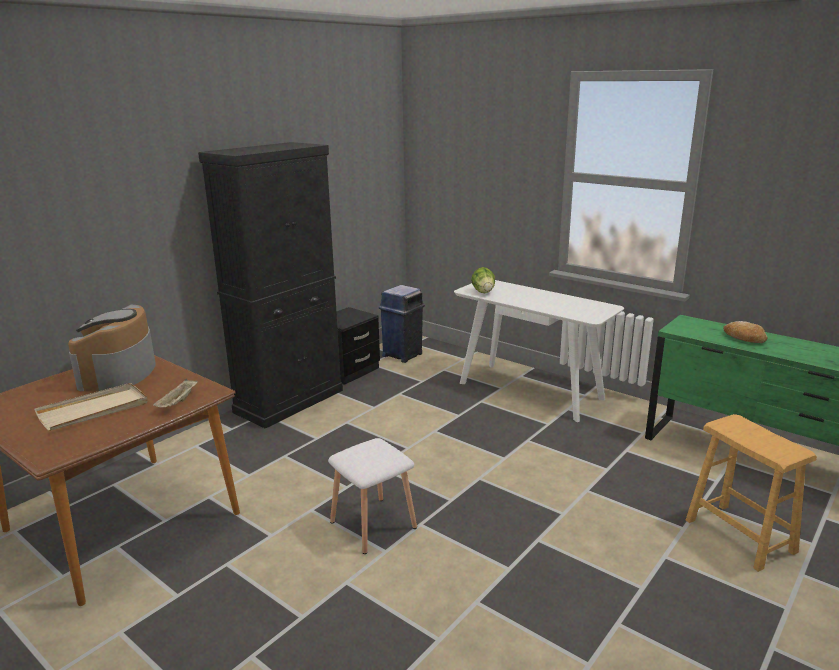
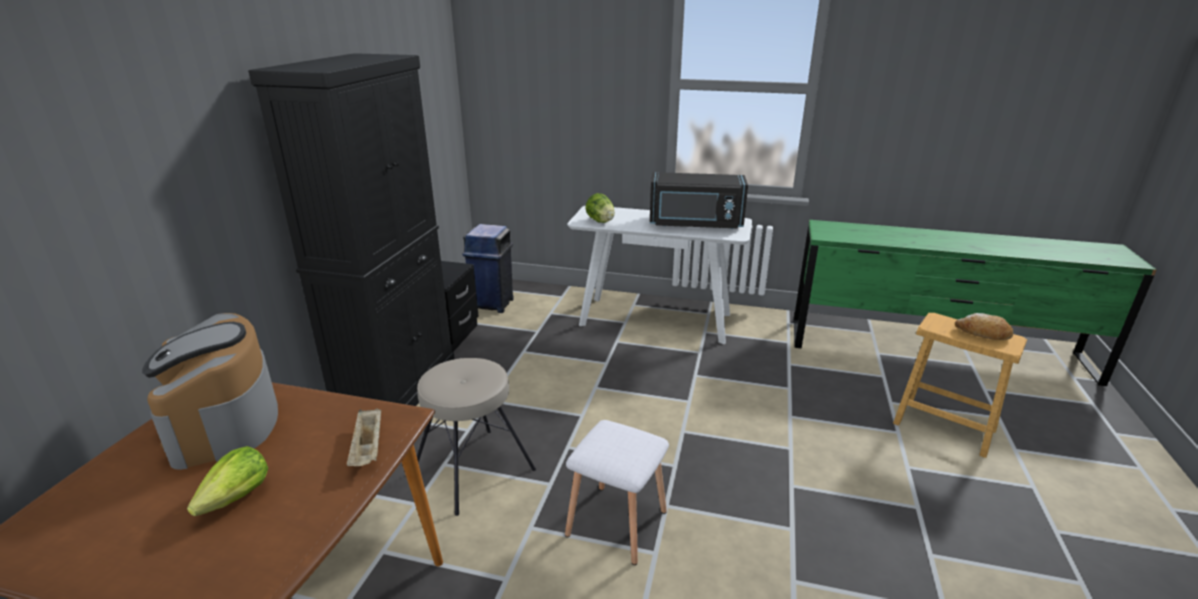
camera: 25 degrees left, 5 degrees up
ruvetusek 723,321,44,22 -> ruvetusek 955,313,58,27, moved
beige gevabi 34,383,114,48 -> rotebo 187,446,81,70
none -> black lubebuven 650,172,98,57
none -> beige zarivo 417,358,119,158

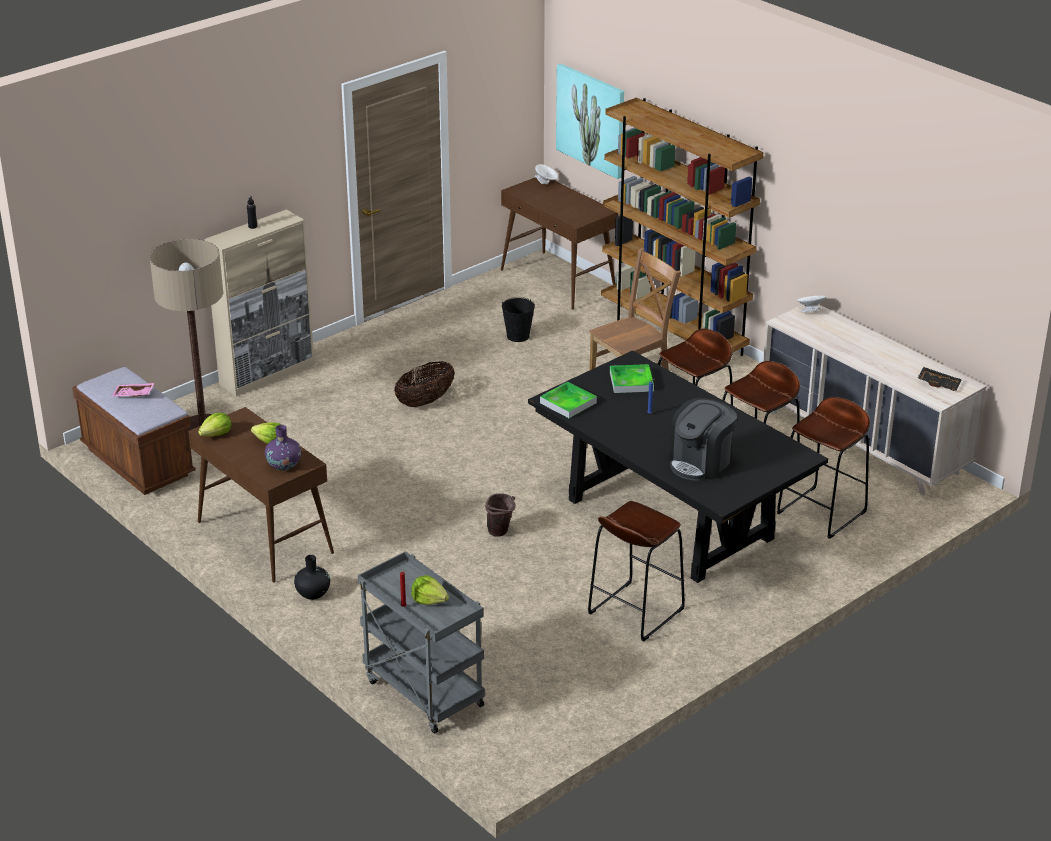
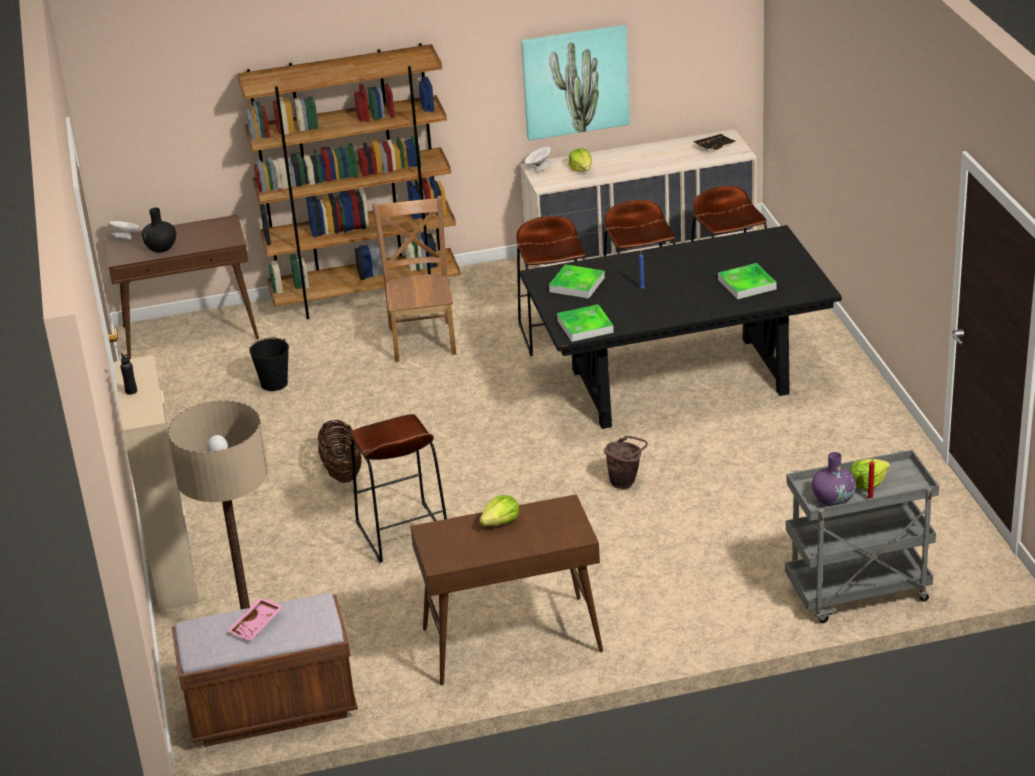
camera: 60 degrees left, 0 degrees up
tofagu 556,64,68,115 -> tofagu 521,25,109,116, moved
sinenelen 670,398,67,83 -> gevabi 718,263,59,37
rotebo 198,413,33,23 -> rotebo 568,149,24,23, moved
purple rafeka 265,425,36,46 -> purple rafeka 812,452,44,54, moved
brown zarivo 588,501,97,140 -> brown zarivo 351,414,96,149, moved
black rafeka 294,555,36,45 -> black rafeka 141,208,35,45, moved

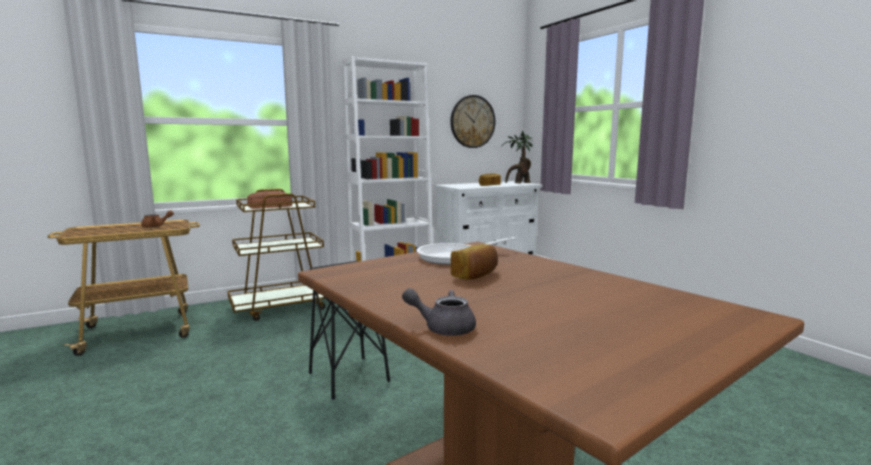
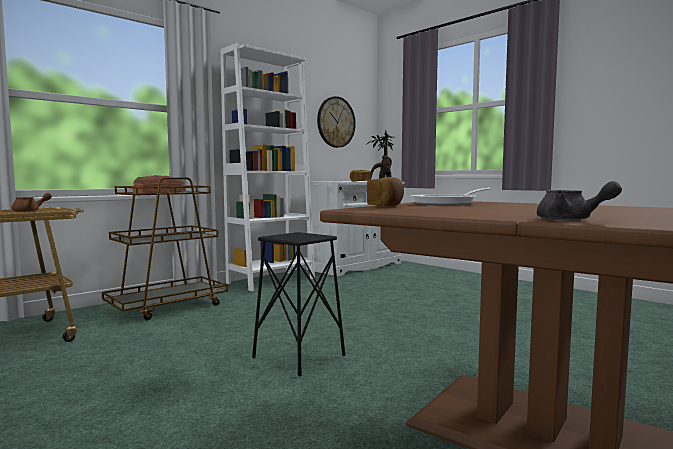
camera: 15 degrees left, 5 degrees down
ruvetusek 451,244,47,36 -> ruvetusek 367,177,37,30, moved
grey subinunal 402,288,74,48 -> grey subinunal 537,181,85,40, 135 degrees counterclockwise

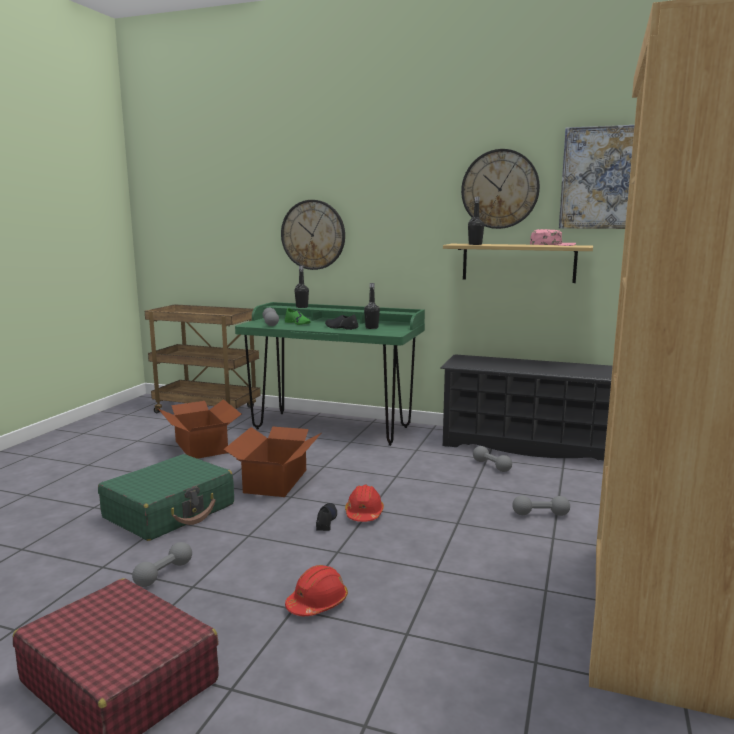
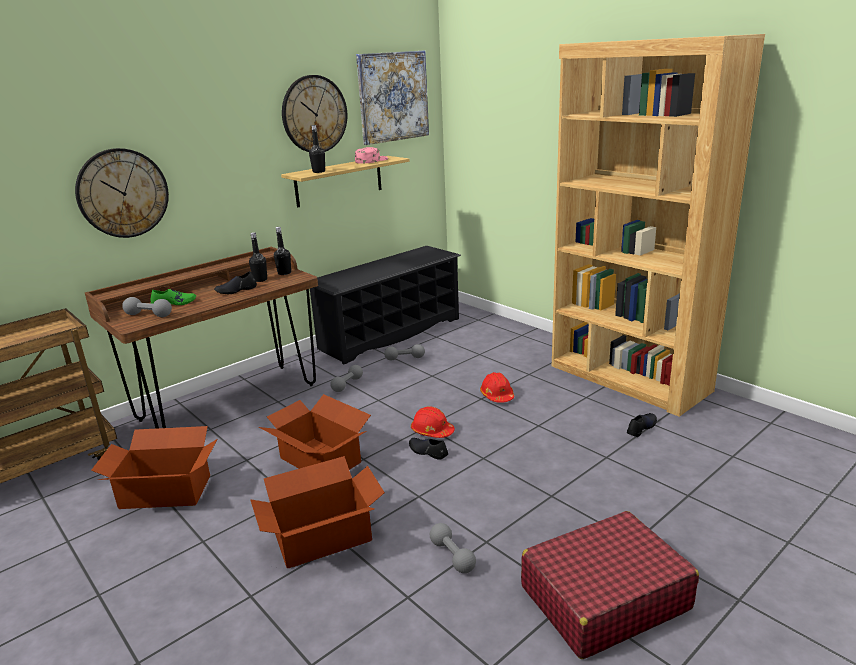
camera: 60 degrees left, 10 degrees up
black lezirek 295,266,14,42 -> black lezirek 274,227,17,48, moved
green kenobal 235,302,190,144 -> brown kenobal 85,247,233,182
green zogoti 98,454,136,87 -> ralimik 250,456,135,112
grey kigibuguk 512,496,58,20 -> grey kigibuguk 330,365,33,27, moved
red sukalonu 285,565,63,51 -> red sukalonu 480,372,34,31, moved
none -> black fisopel 627,413,30,24

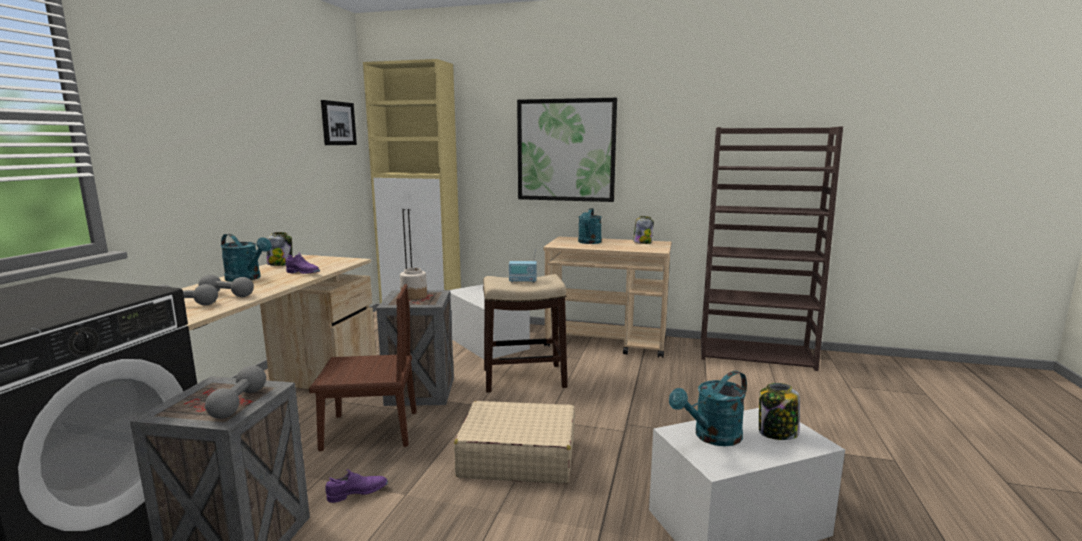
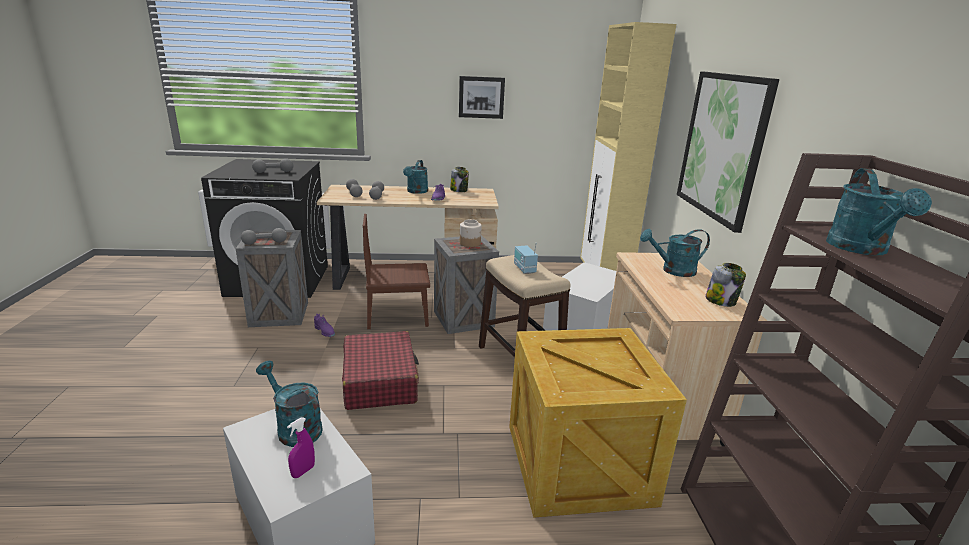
camera: 70 degrees right, 10 degrees up
tofagu 321,100,36,45 -> tofagu 459,76,46,43, moved
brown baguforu 309,284,108,167 -> brown baguforu 363,214,67,115, 105 degrees clockwise
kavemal 759,383,41,57 -> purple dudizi 287,418,28,60
beige zogoti 454,401,121,83 -> red zogoti 342,331,77,79
none -> grey kigibuguk 252,159,41,14
none -> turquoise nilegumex 826,168,106,87
none -> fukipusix 509,328,178,190

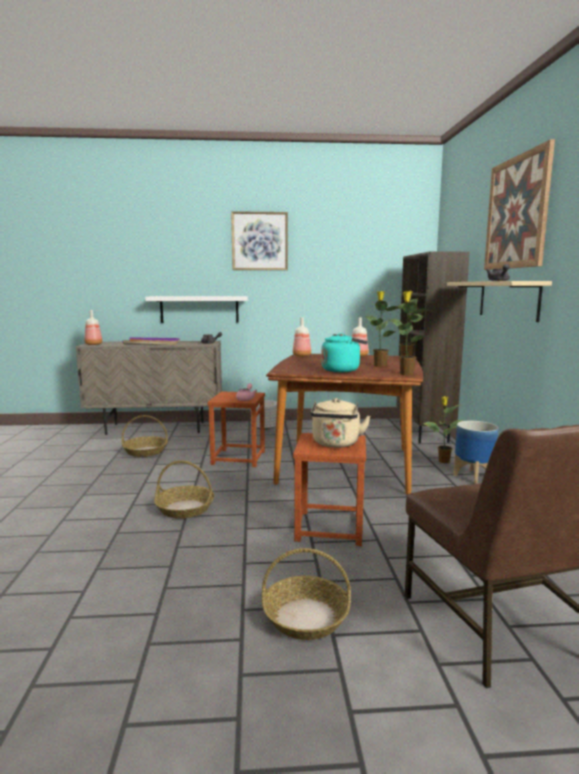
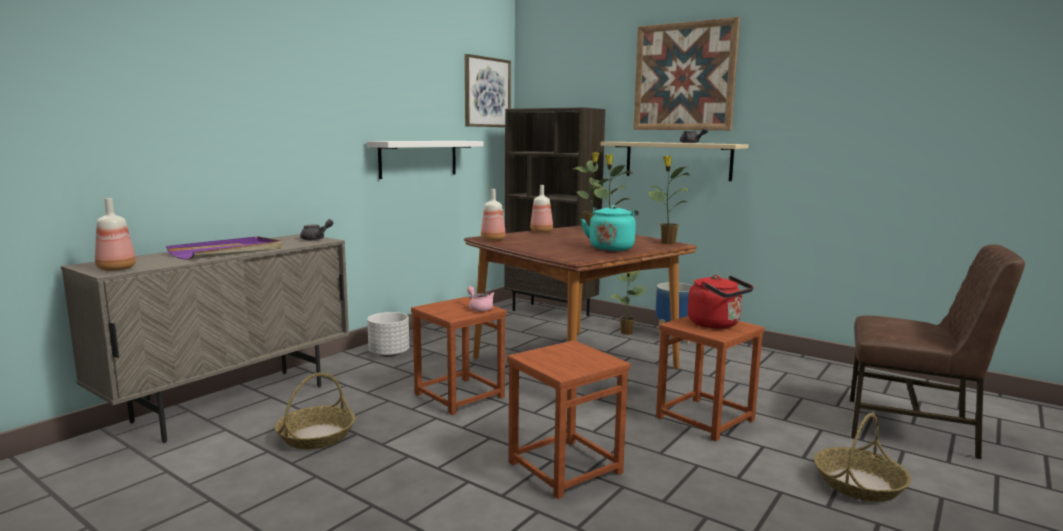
camera: 50 degrees left, 0 degrees up
tofagu 231,211,57,59 -> tofagu 465,54,46,73, moved
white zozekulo 145,296,103,27 -> white zozekulo 367,141,116,38, moved
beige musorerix 310,398,61,50 -> red musorerix 688,275,66,54
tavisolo 154,460,60,59 -> brown zarivo 507,340,123,159

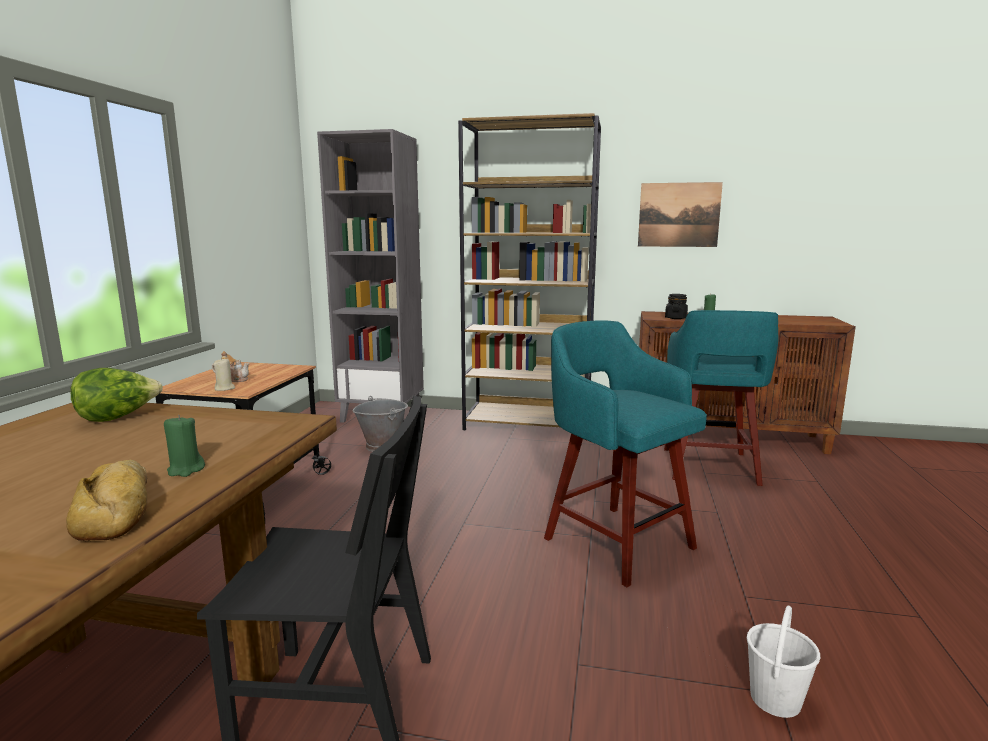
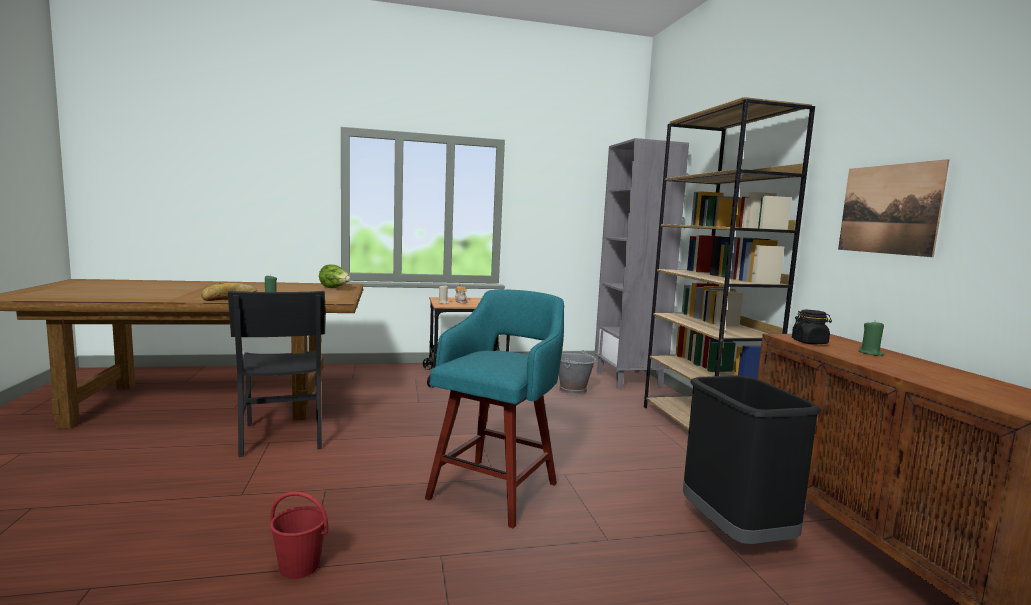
camera: 65 degrees right, 5 degrees down
turquoise zarivo 664,310,115,176 -> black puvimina 683,376,139,168
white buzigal 747,606,73,112 -> red buzigal 270,491,58,88

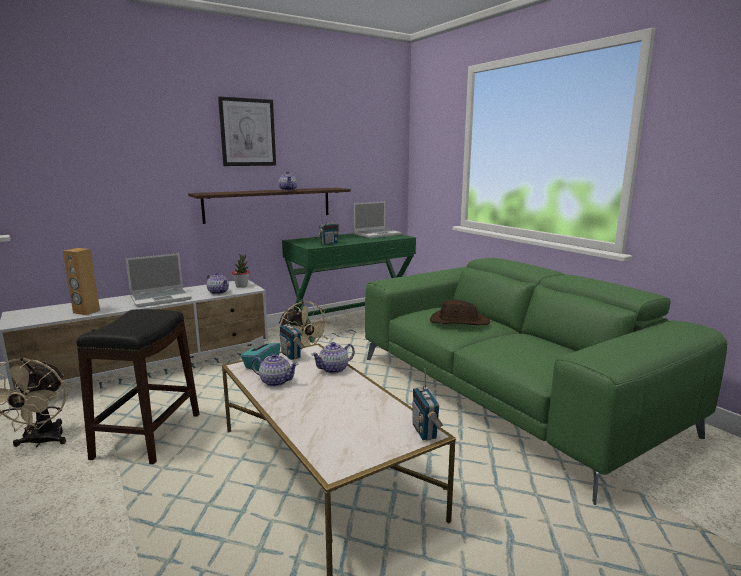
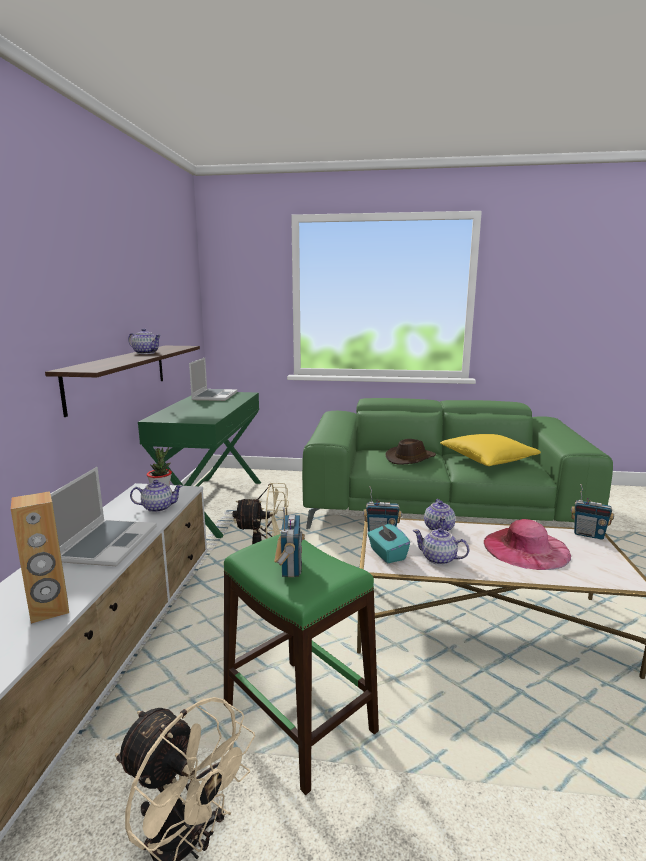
camera: 50 degrees left, 0 degrees up
tofagu 218,96,58,70 -> none
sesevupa 318,215,21,30 -> sesevupa 274,507,31,70, moved
black zarivo 77,309,123,155 -> green zarivo 224,534,155,261
subinunal 252,353,46,34 -> subinunal 413,528,56,37, 120 degrees counterclockwise
none -> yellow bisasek 440,434,101,32
none -> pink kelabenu 484,519,87,51

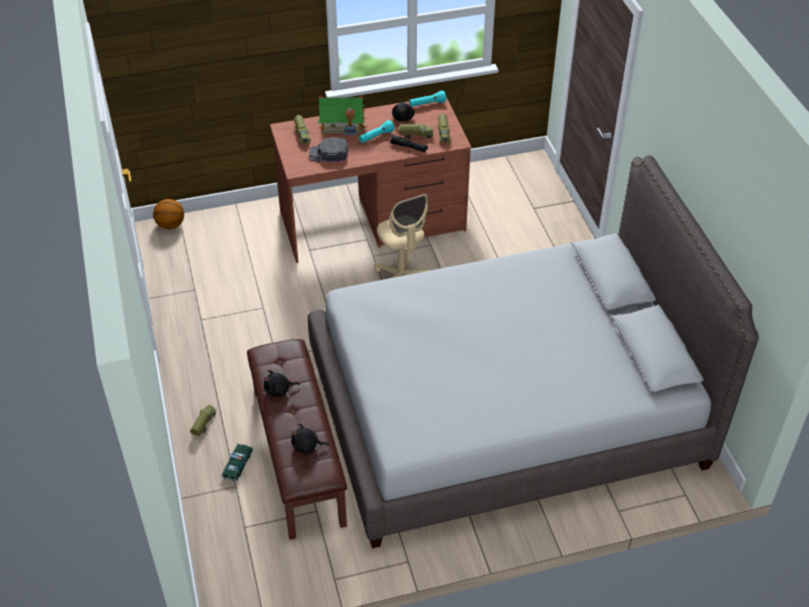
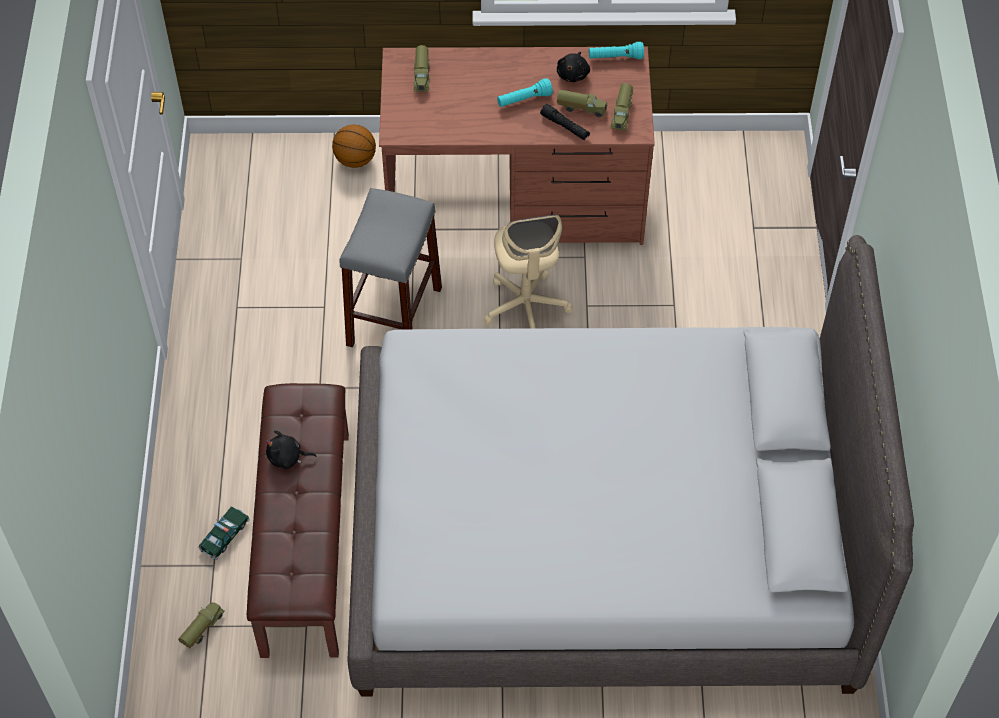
camera: 15 degrees right, 10 degrees up
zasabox 318,95,47,40 -> none
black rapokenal 309,137,39,25 -> none
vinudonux 153,199,31,30 -> vinudonux 332,125,44,43, moved
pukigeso 190,405,27,31 -> pukigeso 178,602,47,46, moved
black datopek 291,424,38,30 -> none
none -> grey zarivo 339,188,103,159

